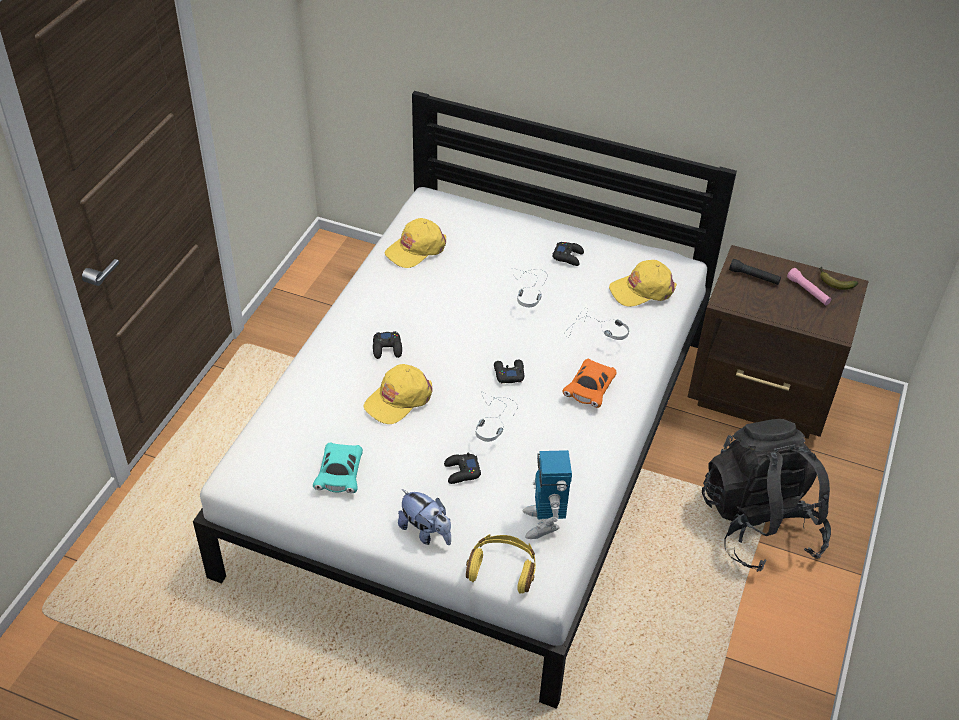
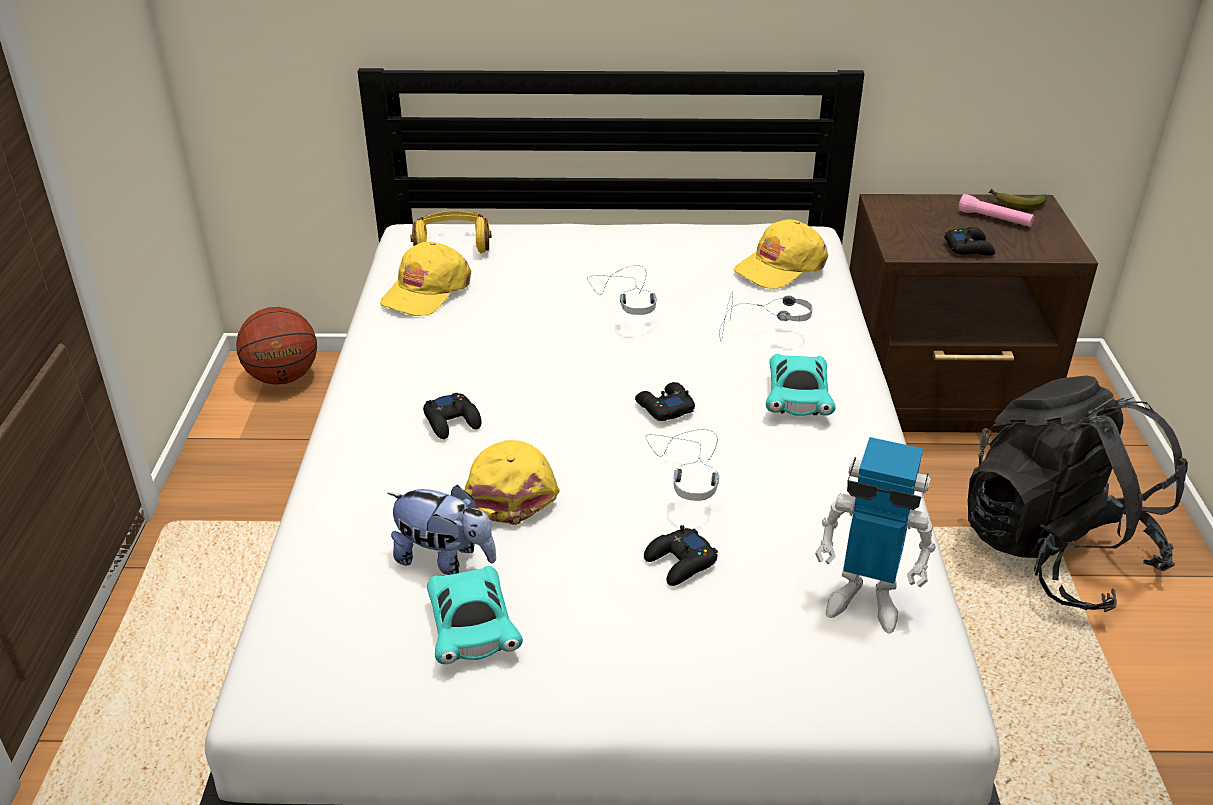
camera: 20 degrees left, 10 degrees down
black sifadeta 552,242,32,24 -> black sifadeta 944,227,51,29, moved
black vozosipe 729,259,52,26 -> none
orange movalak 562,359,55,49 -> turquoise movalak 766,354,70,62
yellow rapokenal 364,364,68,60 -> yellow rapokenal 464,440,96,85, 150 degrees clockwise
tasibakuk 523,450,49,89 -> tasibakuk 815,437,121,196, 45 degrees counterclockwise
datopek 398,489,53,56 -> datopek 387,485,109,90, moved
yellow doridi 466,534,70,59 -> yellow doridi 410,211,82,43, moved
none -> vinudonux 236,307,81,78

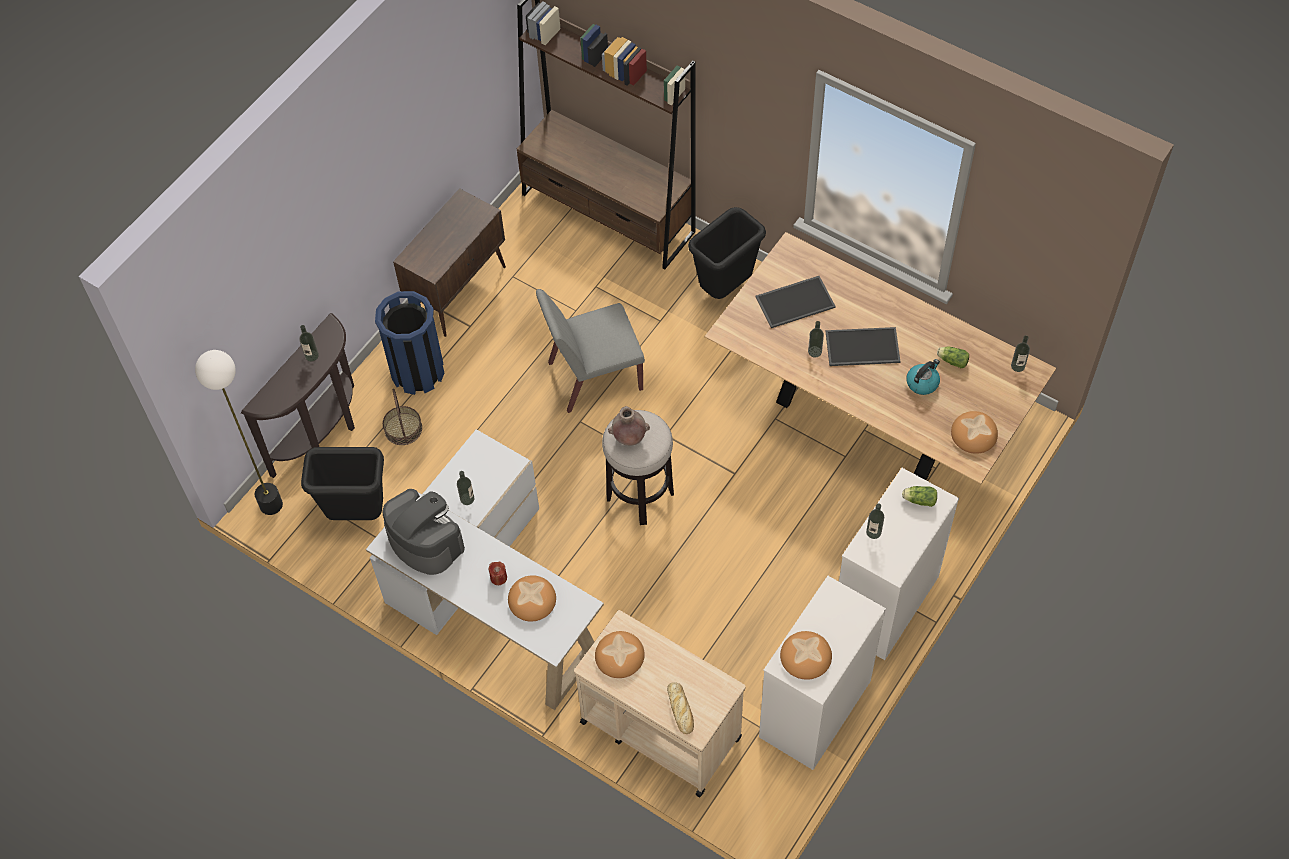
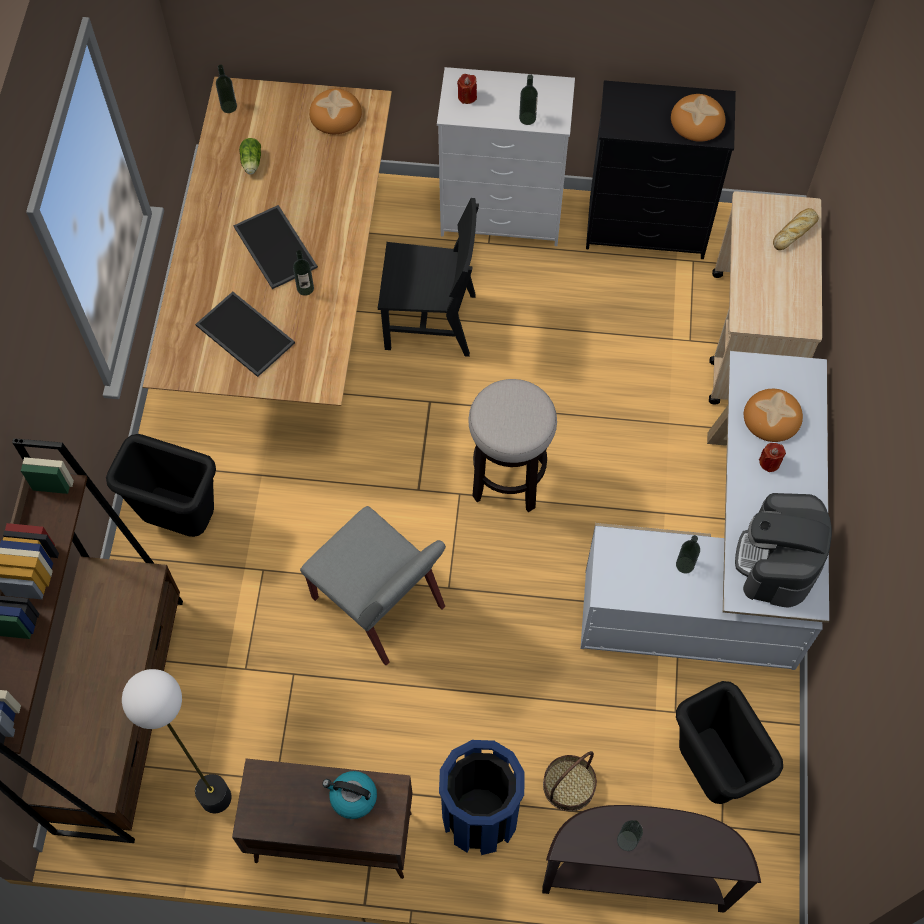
camera: 120 degrees left, 5 degrees up
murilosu 195,350,88,165 -> murilosu 122,669,110,144, moved
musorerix 906,359,34,36 -> musorerix 322,771,55,48, moved
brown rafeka 608,406,42,40 -> none
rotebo 902,486,35,21 -> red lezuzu 457,74,20,30
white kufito 759,576,127,194 -> black kufito 586,80,150,179
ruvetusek 595,631,50,47 -> none
none -> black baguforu 378,198,101,159

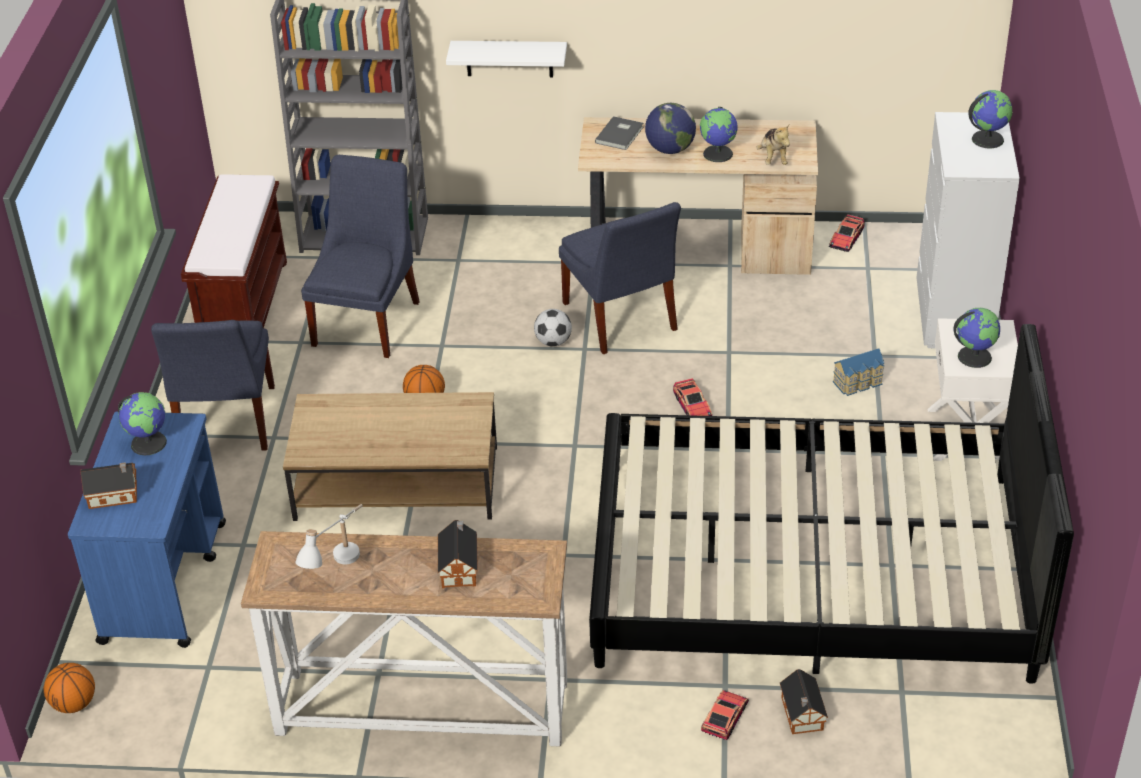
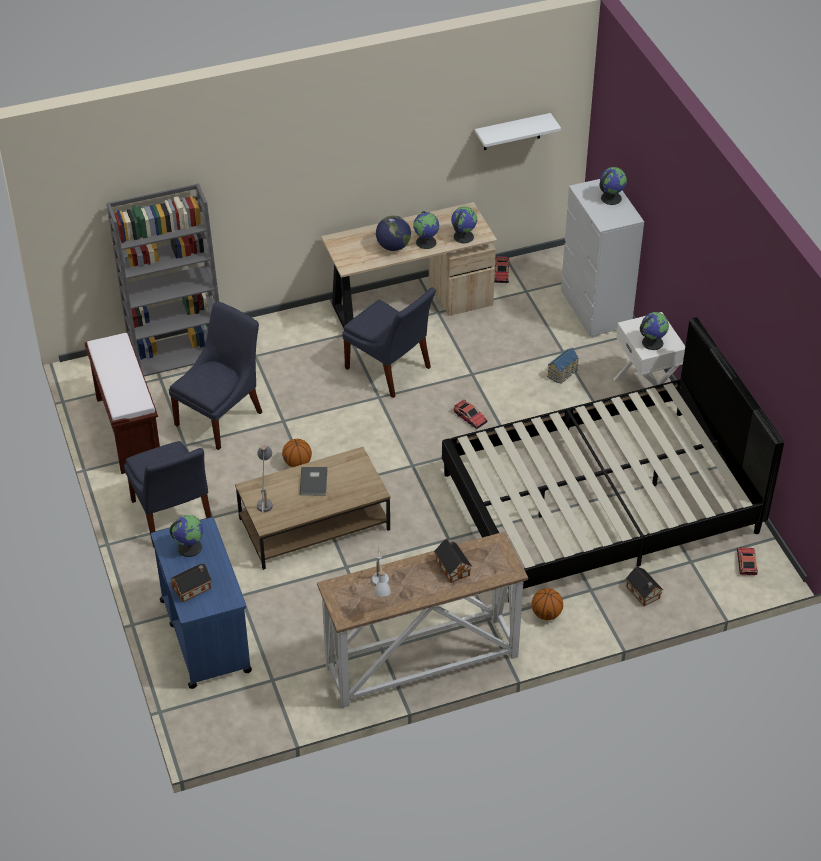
camera: 25 degrees left, 5 degrees up
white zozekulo 446,41,121,36 -> white zozekulo 475,113,86,37, moved
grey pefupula 595,116,48,34 -> grey pefupula 300,467,27,28, moved
datopek 756,123,34,42 -> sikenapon 451,206,26,37
blue baguforu 301,155,119,203 -> blue baguforu 169,301,93,149, 45 degrees clockwise
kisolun 534,309,38,38 -> none
vinudonux 44,663,51,50 -> vinudonux 531,588,32,32, moved
movalak 701,690,48,50 -> movalak 737,547,21,29, moved
none -> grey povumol 257,444,16,69

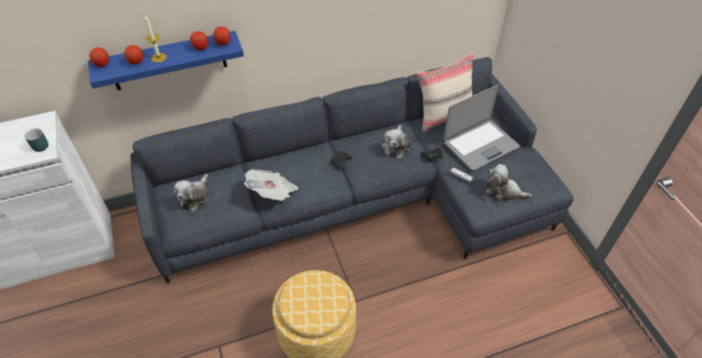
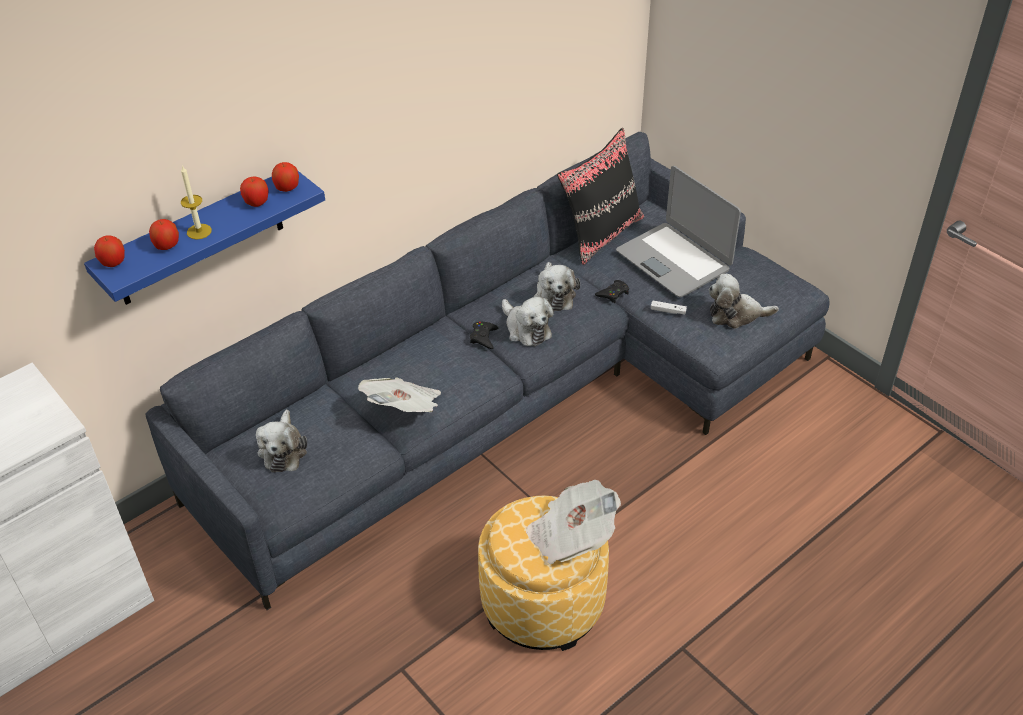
camera: 20 degrees left, 5 degrees down
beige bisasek 417,52,56,80 -> black bisasek 557,128,87,137
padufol 443,85,77,86 -> padufol 616,166,125,131, 105 degrees clockwise
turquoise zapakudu 25,128,23,24 -> none
none -> datopek 502,296,52,50
none -> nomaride 526,480,95,85

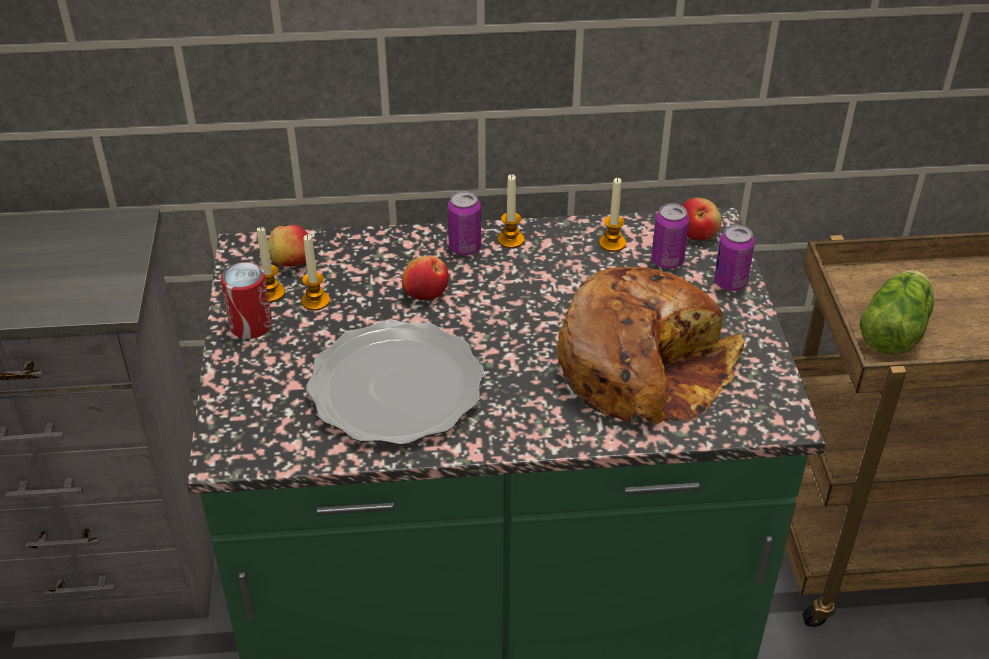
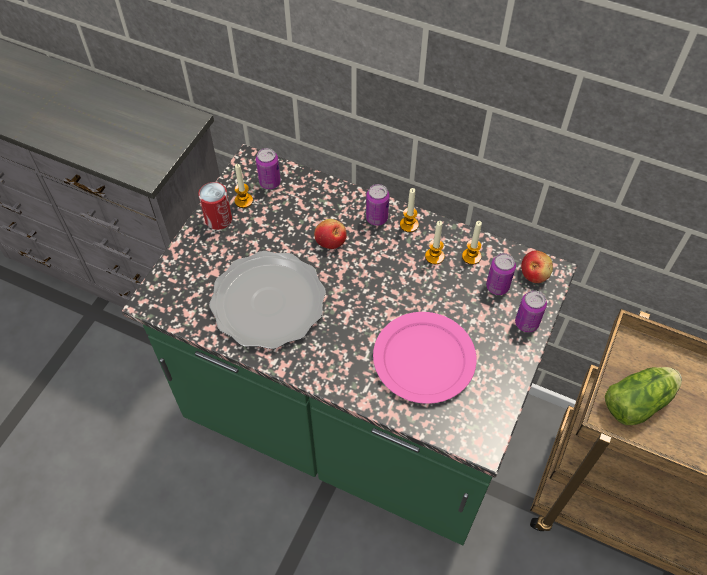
camera: 30 degrees right, 15 degrees up
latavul 268,225,40,41 -> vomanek 256,148,25,41
lezuzu 301,234,29,77 -> lezuzu 425,221,19,43, moved
ruvetusek 557,267,187,157 -> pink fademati 373,312,104,92

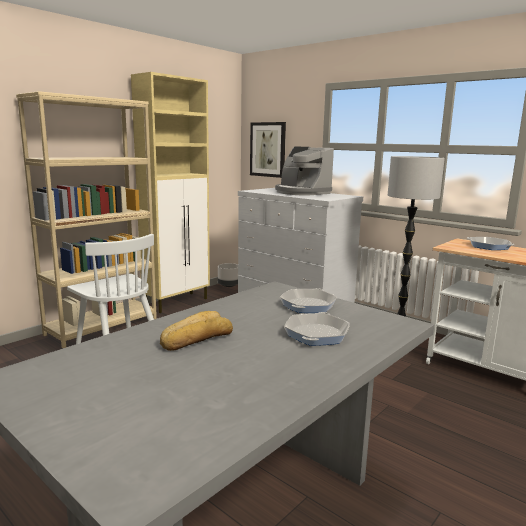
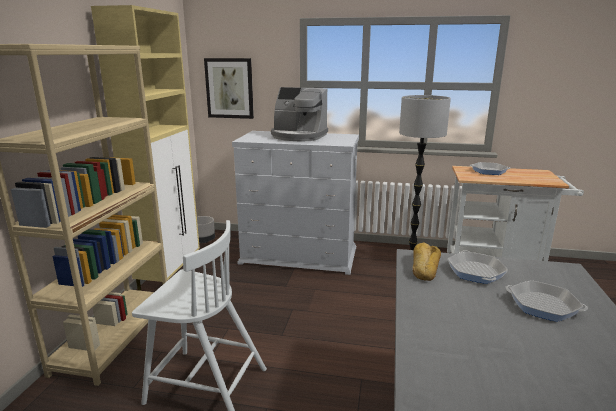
camera: 30 degrees left, 5 degrees up
ruvetusek 160,311,73,40 -> ruvetusek 412,243,29,38, moved
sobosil 284,312,66,34 -> sobosil 505,280,83,42, 135 degrees clockwise

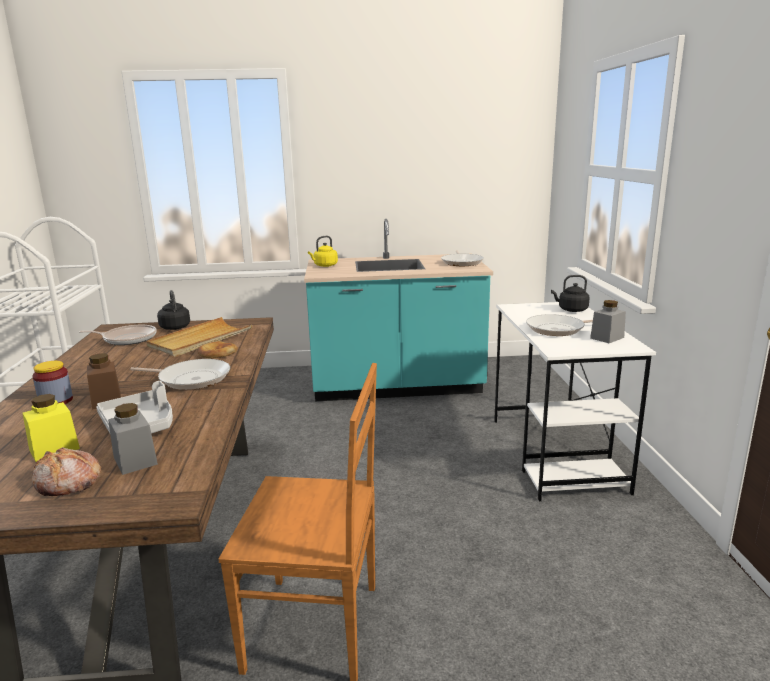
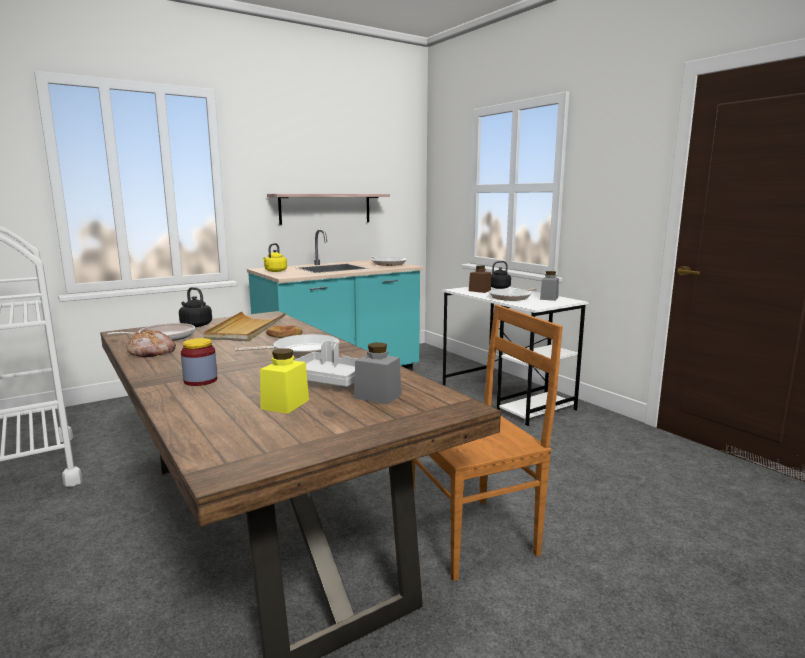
camera: 30 degrees left, 5 degrees down
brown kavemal 87,353,34,56 -> brown kavemal 469,265,22,28, moved
ruvetusek 32,447,69,49 -> ruvetusek 126,329,50,29, moved
none -> zozekulo 267,194,123,31

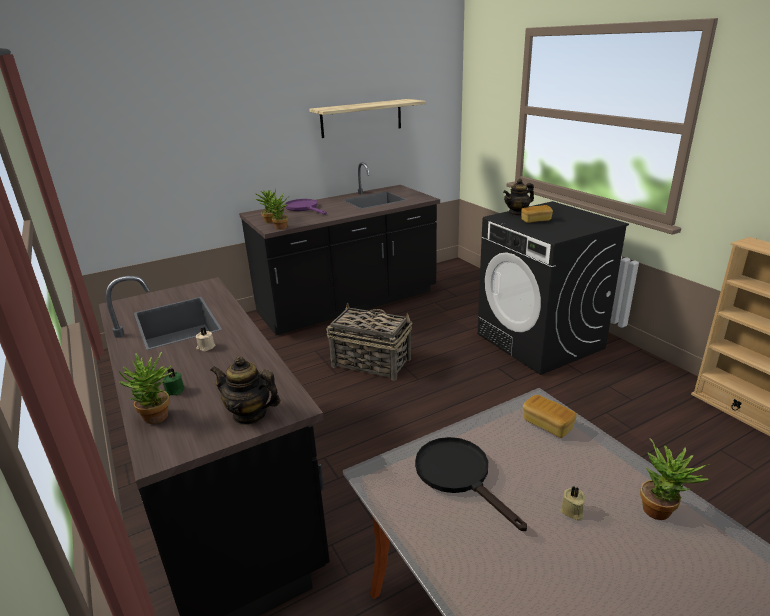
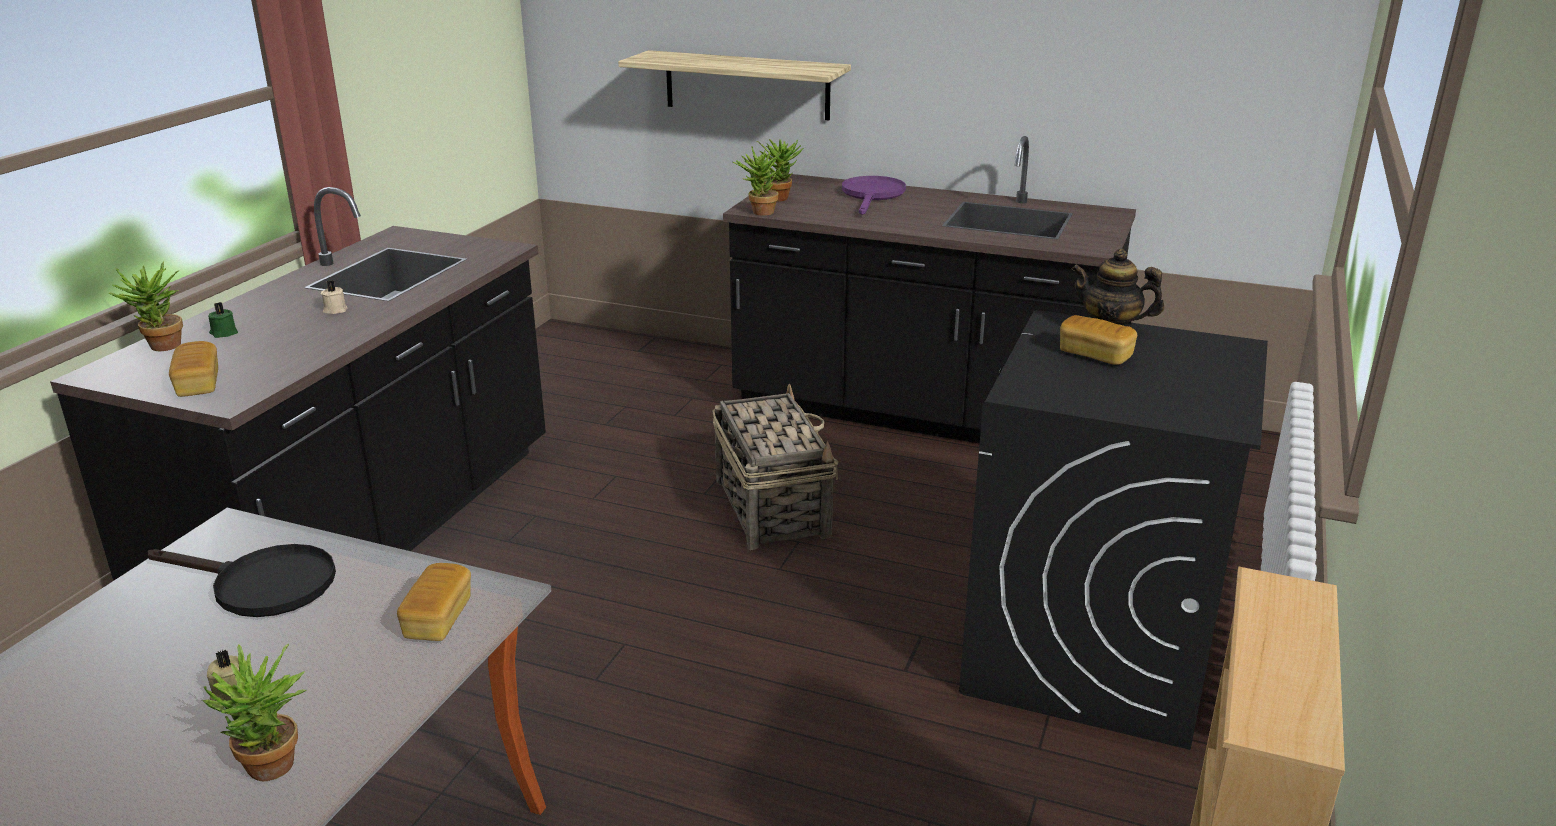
camera: 50 degrees right, 0 degrees up
zozekulo 309,99,117,39 -> zozekulo 618,50,233,70, moved
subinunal 210,356,71,69 -> ruvetusek 169,341,49,56
black sobosil 415,437,112,94 -> black sobosil 148,544,188,73, 90 degrees clockwise

